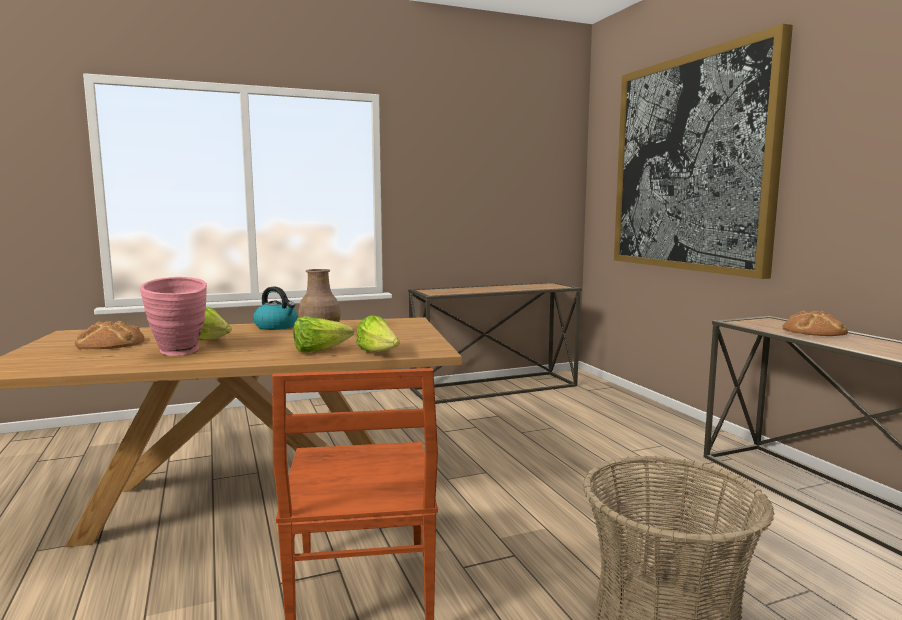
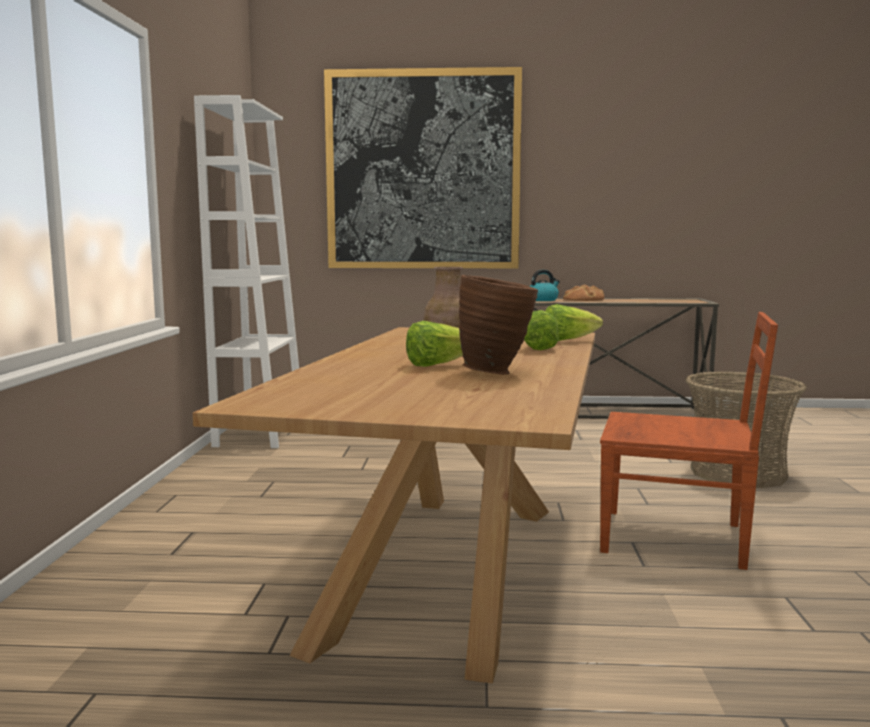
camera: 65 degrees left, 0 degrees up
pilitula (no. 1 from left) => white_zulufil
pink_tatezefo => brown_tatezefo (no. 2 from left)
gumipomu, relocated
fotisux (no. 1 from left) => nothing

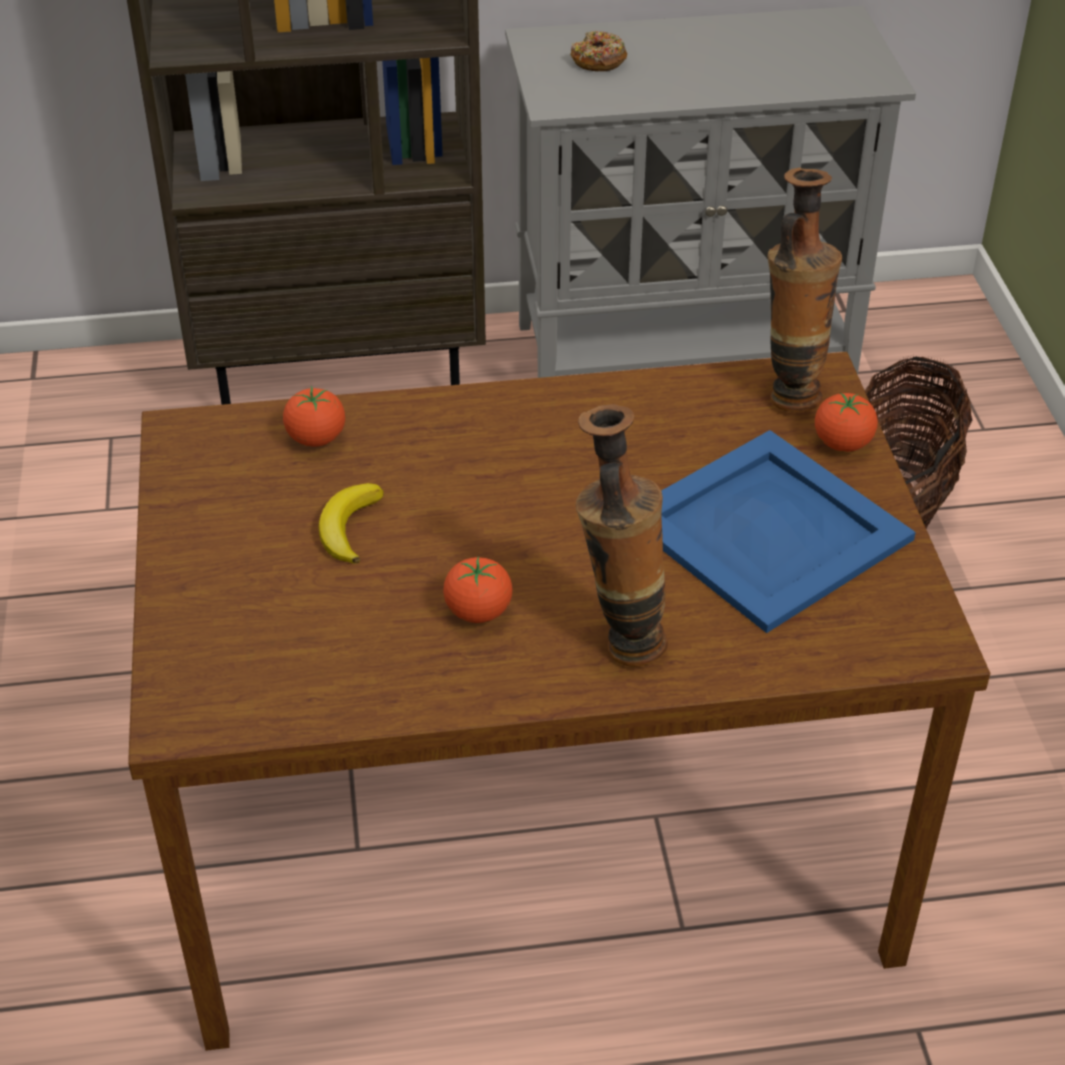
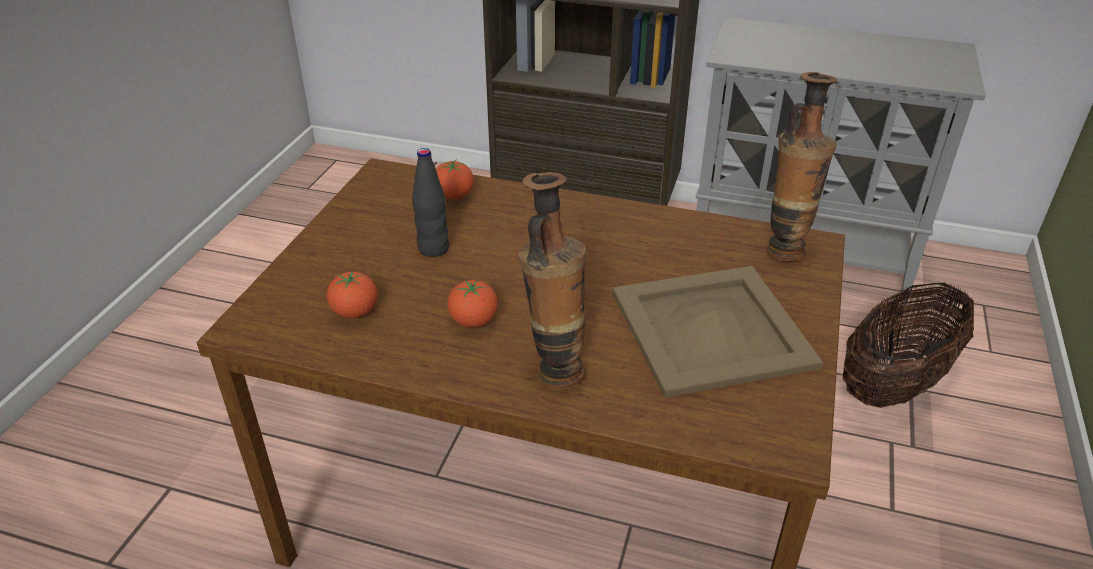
camera: 25 degrees right, 5 degrees down
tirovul (no. 3 from left in the first image) => tirovul (no. 1 from left), relocated
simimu => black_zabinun
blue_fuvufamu => beige_fuvufamu
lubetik => nothing

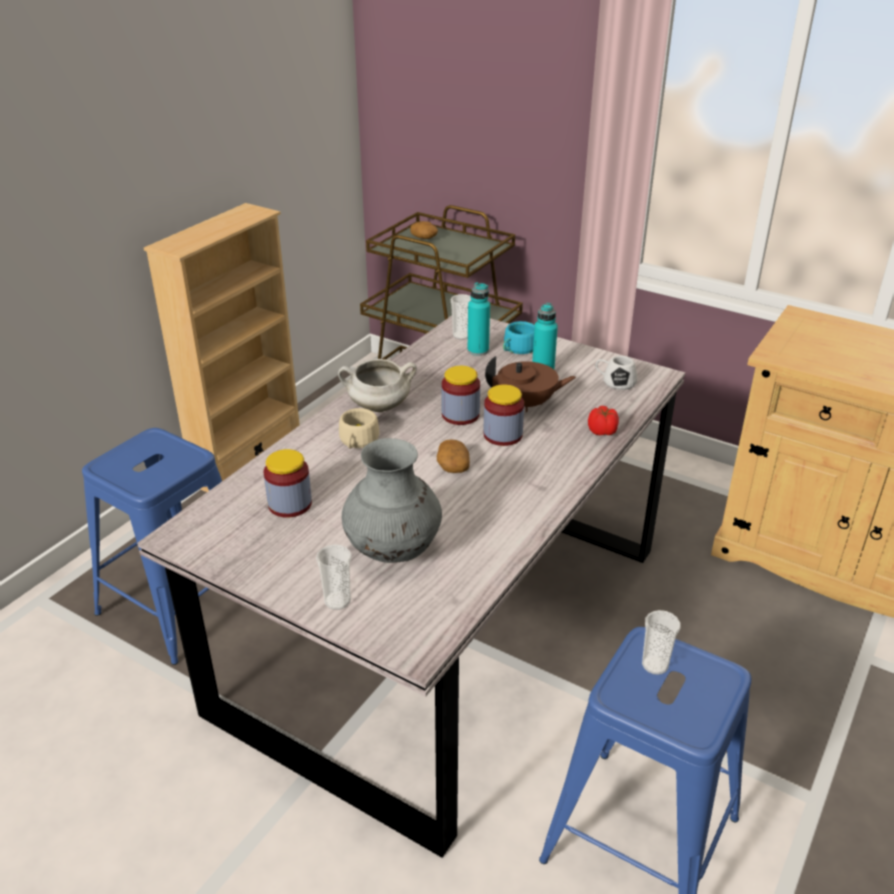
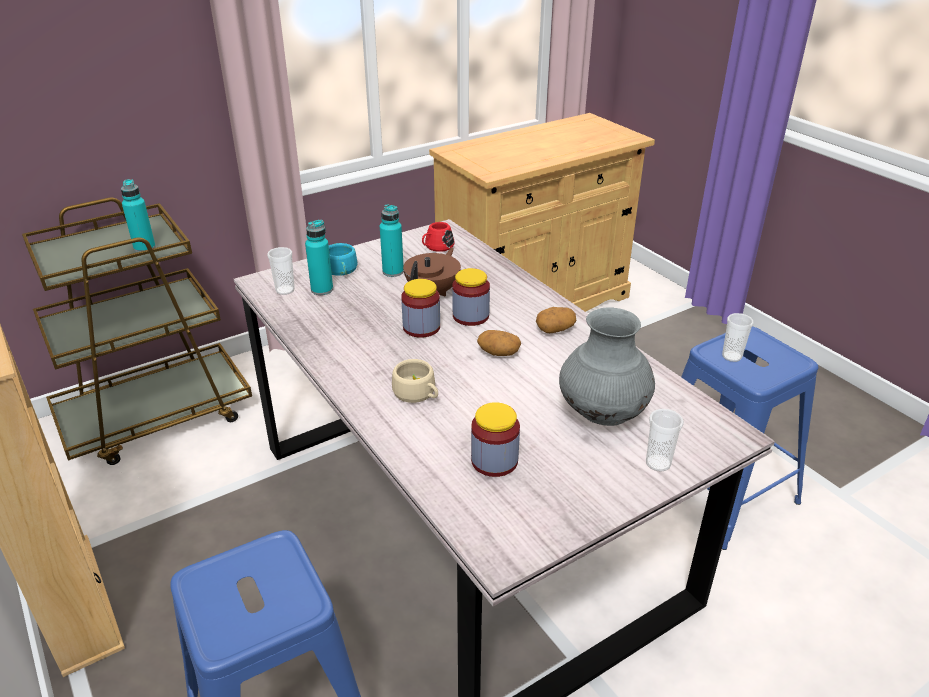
camera: 65 degrees left, 0 degrees up
nothing => turquoise_zabinun (no. 1 from left)
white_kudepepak => red_kudepepak
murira (no. 1 from left in the first image) => murira (no. 2 from left), relocated
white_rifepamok => nothing
tirovul => nothing

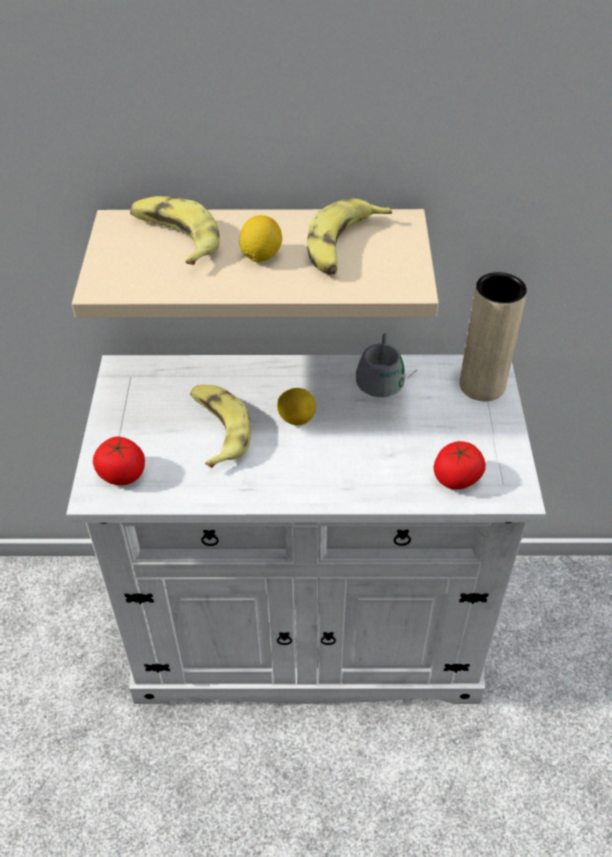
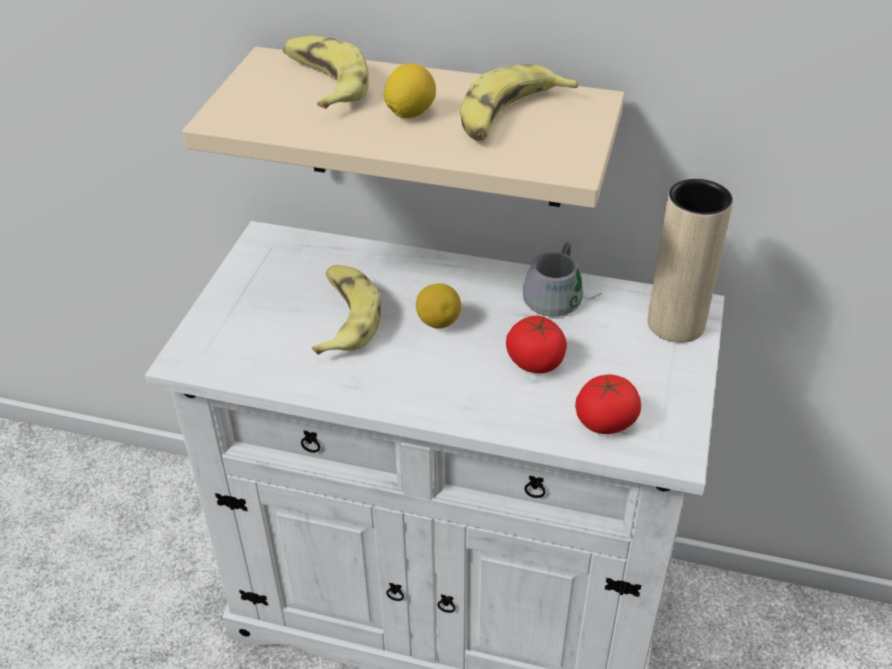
camera: 15 degrees right, 5 degrees down
tirovul (no. 1 from left), relocated

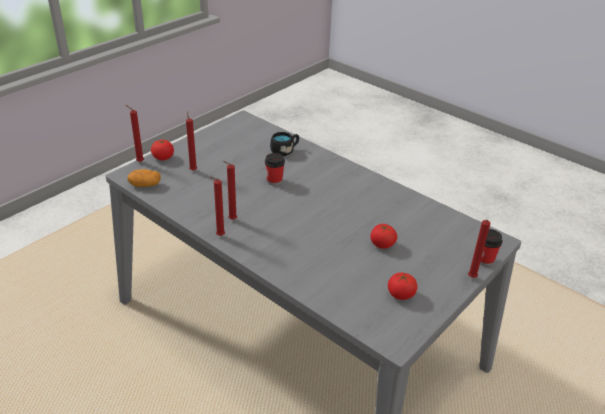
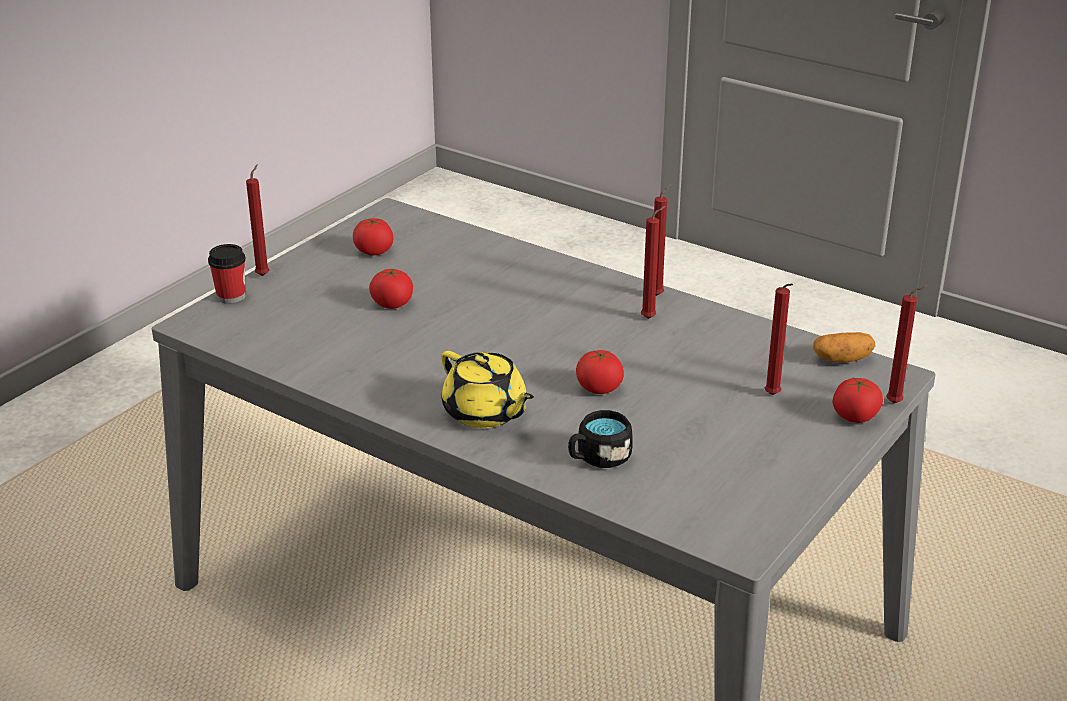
camera: 175 degrees right, 5 degrees down
nothing => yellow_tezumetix
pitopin (no. 1 from left) => tirovul (no. 3 from left)

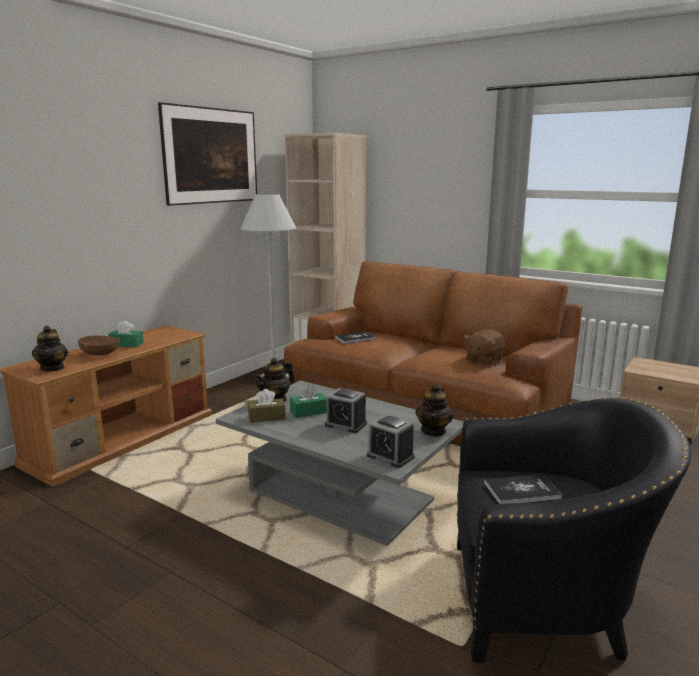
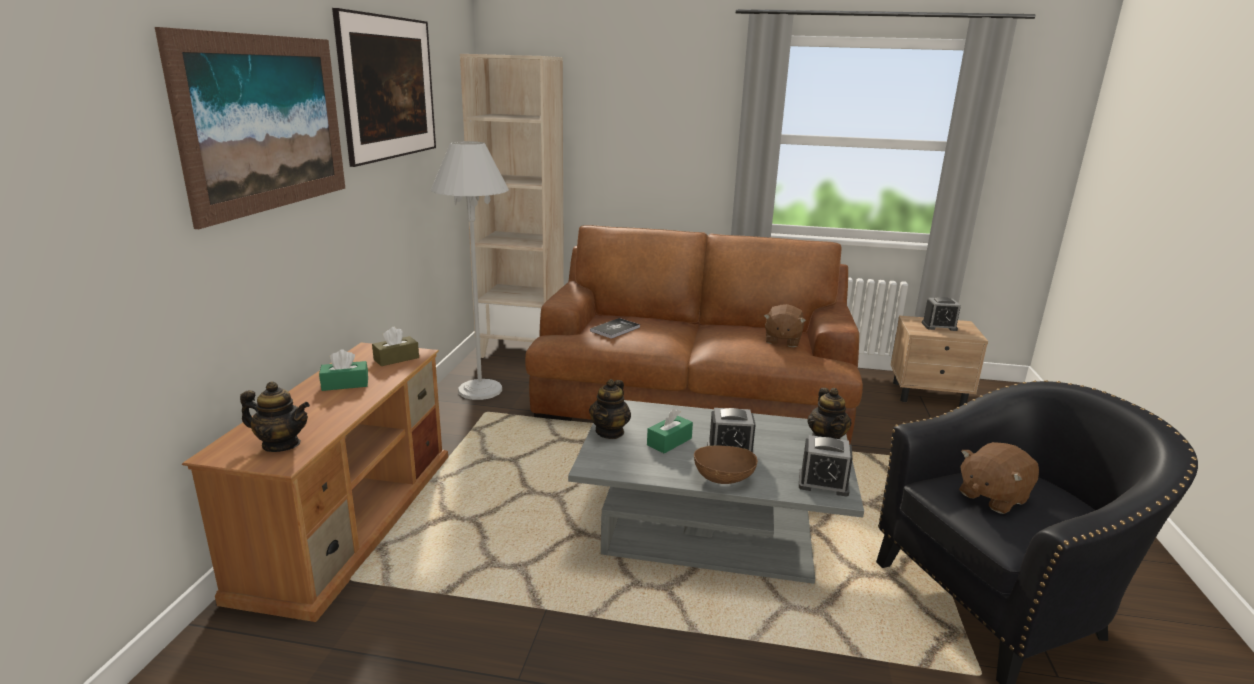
camera: 25 degrees left, 5 degrees up
nothing => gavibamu (no. 1 from left)
tezumetix (no. 1 from left), 45 degrees counterclockwise
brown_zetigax, relocated
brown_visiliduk, relocated
nothing => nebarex (no. 3 from left)
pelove (no. 2 from left) => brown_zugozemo (no. 2 from left)

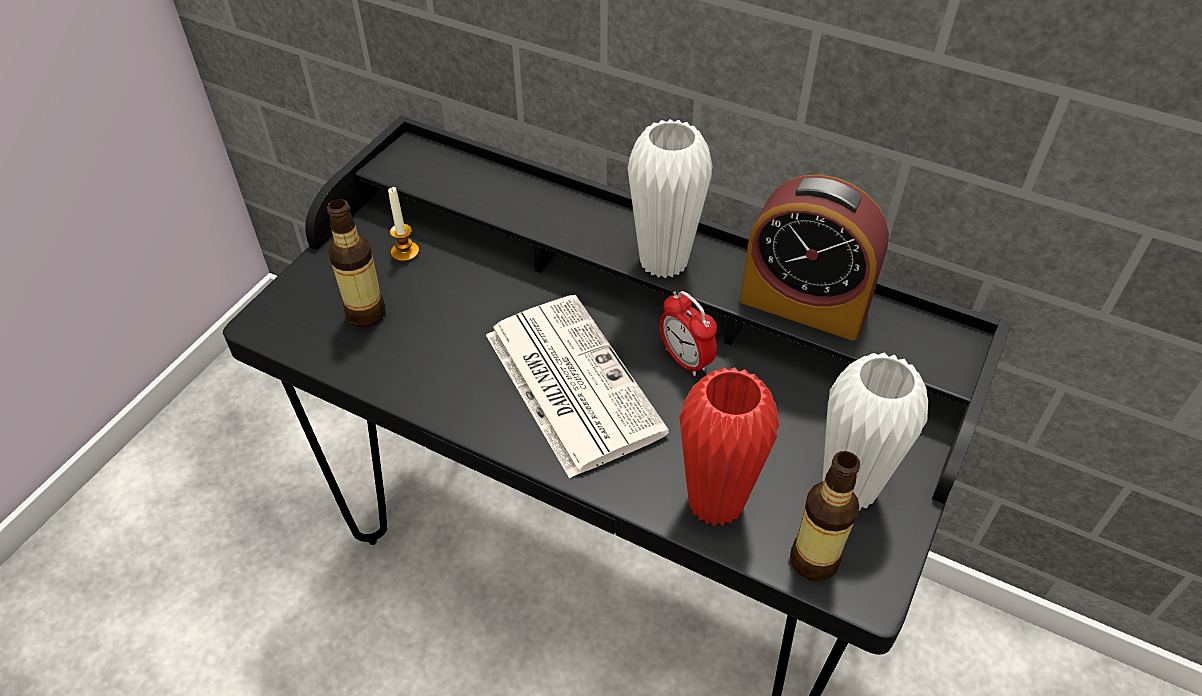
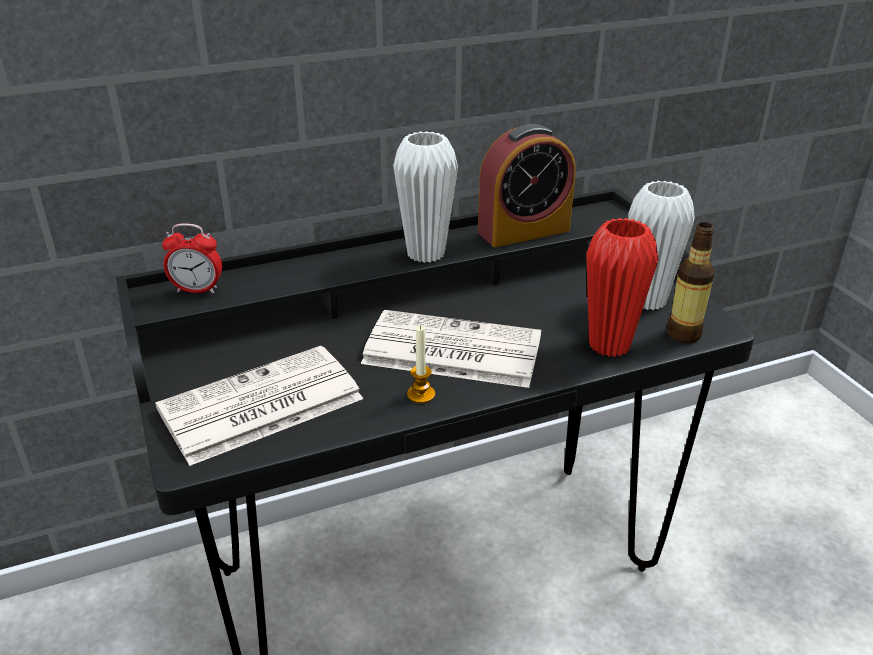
camera: 50 degrees left, 15 degrees down
zabinun (no. 1 from left) => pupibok (no. 1 from left)
nebarex (no. 1 from left), relocated
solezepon, relocated

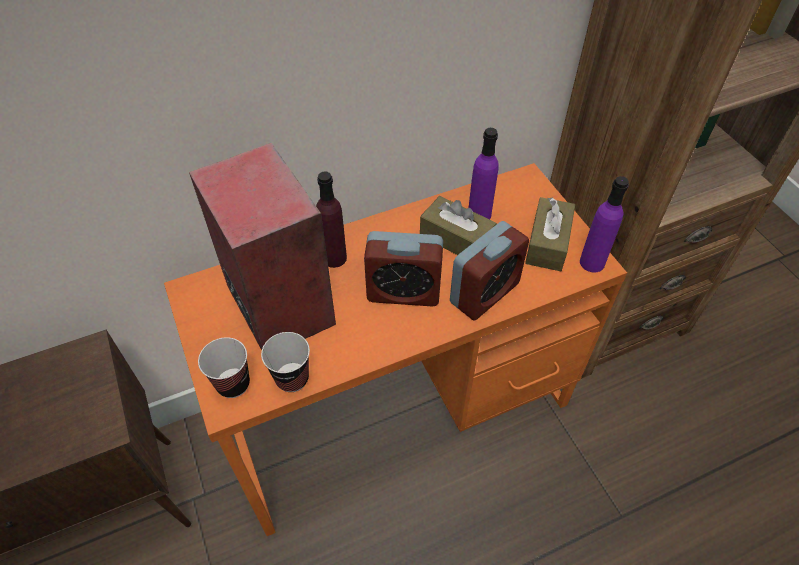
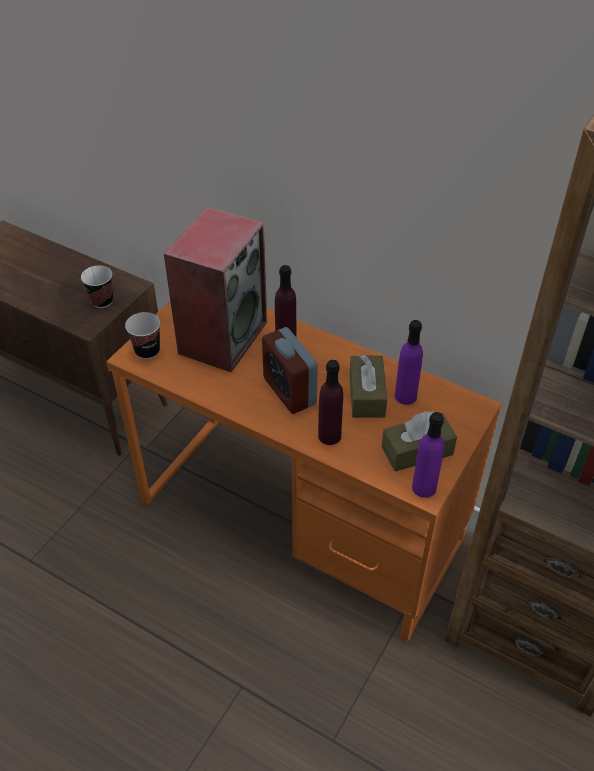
camera: 55 degrees right, 5 degrees down
pitopin (no. 2 from left in the first image) => pitopin (no. 1 from left), relocated
nebarex (no. 2 from left) => purple_zabinun (no. 2 from left)

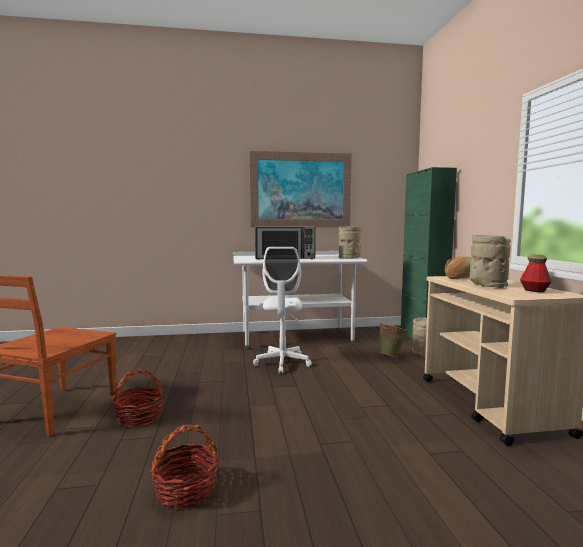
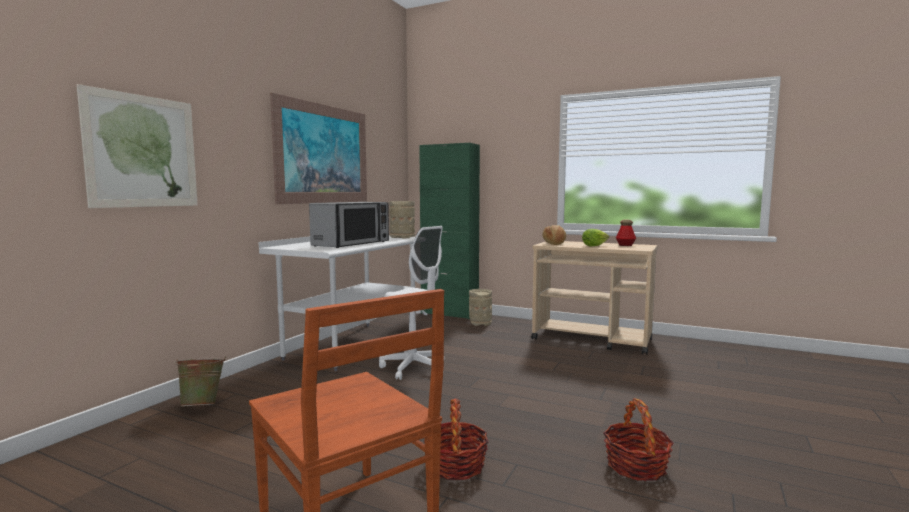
camera: 55 degrees left, 0 degrees up
nothing => gavibamu (no. 1 from left)
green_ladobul, relocated
beige_tatezefo (no. 3 from left) => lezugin

